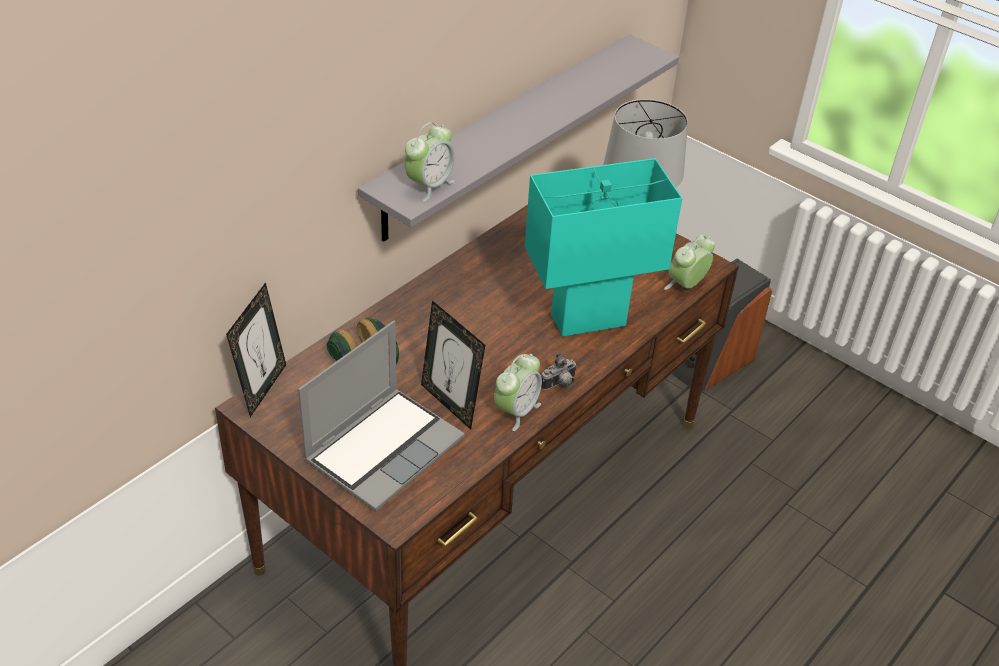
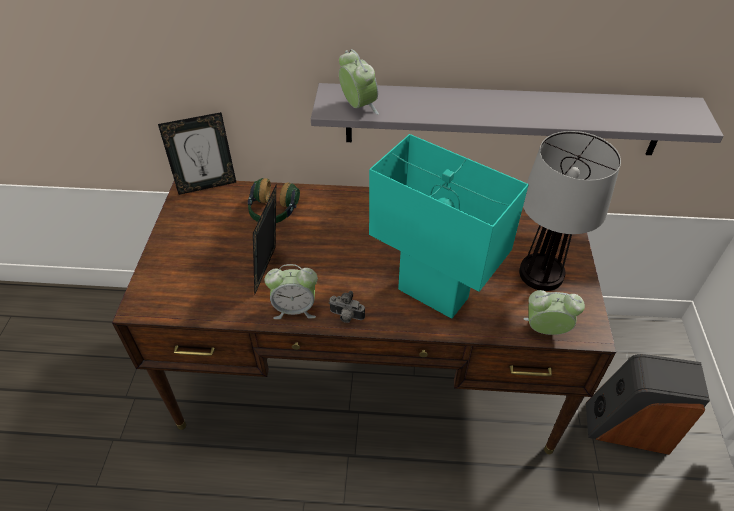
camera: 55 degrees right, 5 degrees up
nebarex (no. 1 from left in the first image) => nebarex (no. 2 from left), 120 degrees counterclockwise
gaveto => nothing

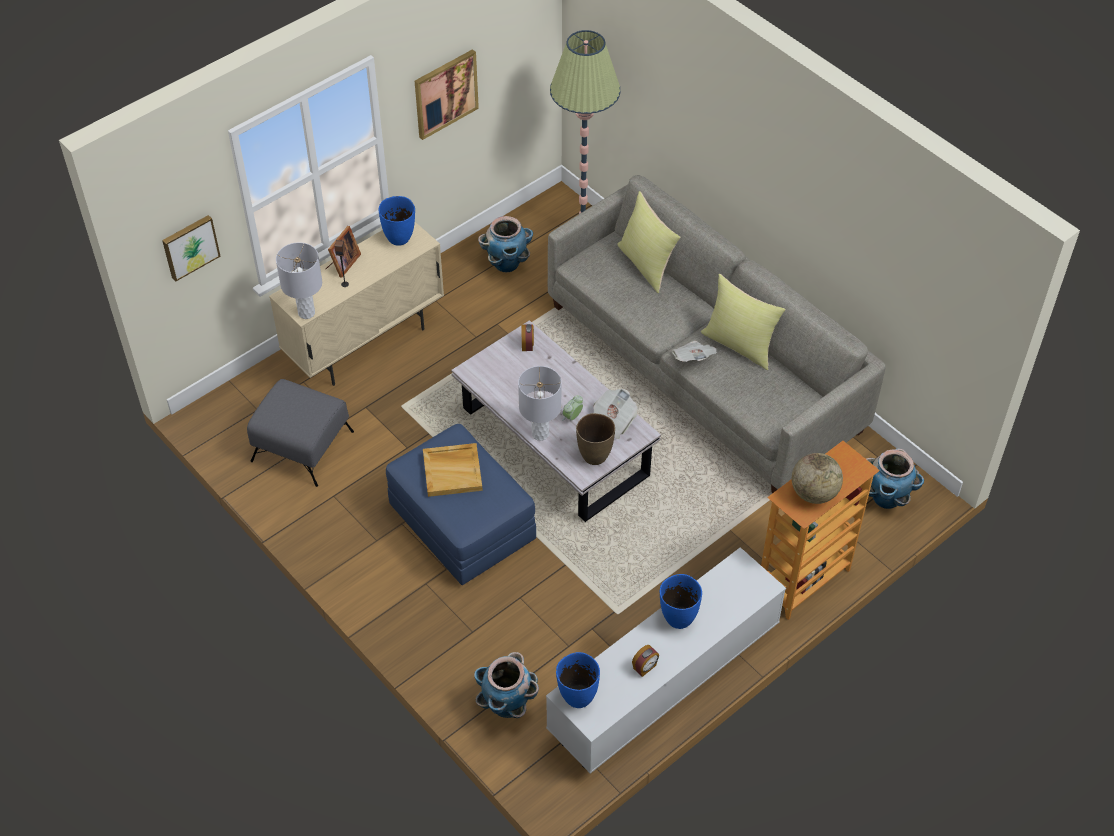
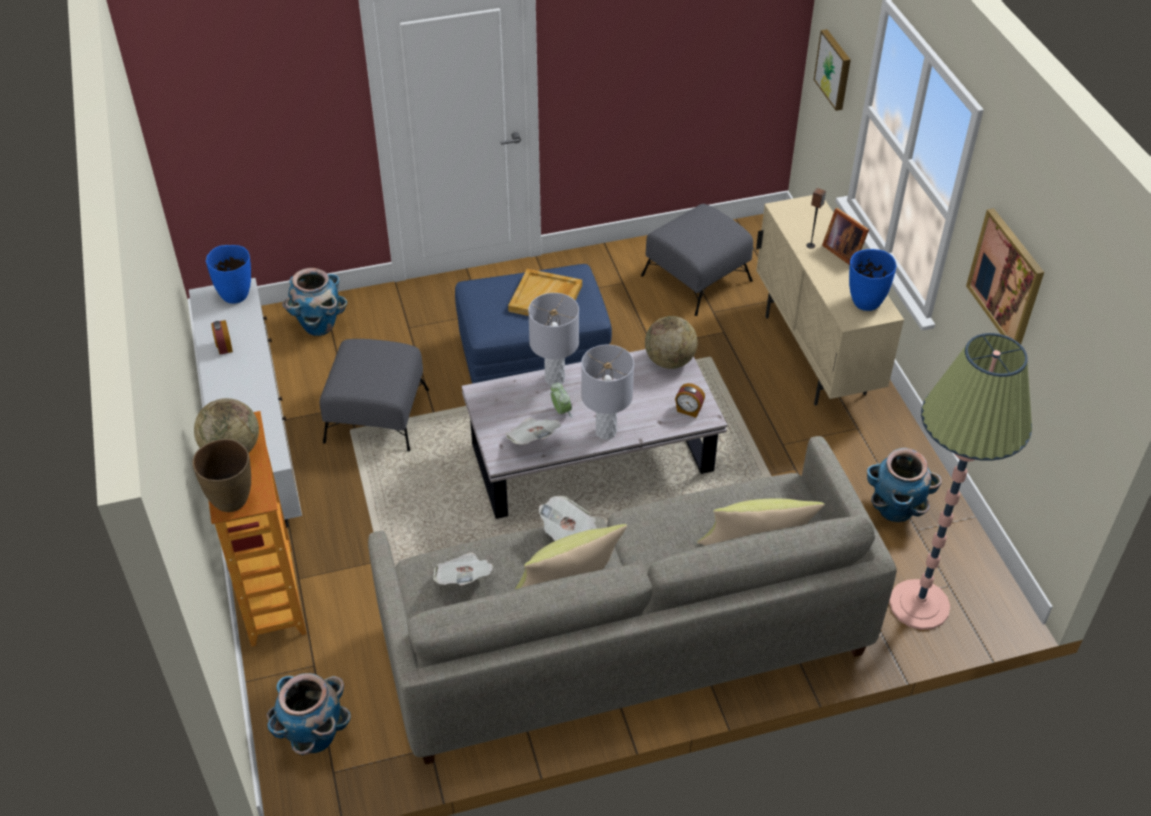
camera: 115 degrees right, 5 degrees down
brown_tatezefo, relocated
nothing => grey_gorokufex (no. 1 from left)
nothing => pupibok (no. 1 from left)
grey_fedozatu (no. 1 from left in the first image) => grey_fedozatu (no. 2 from left), relocated
nothing => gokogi (no. 2 from left)
blue_tatezefo (no. 3 from left) => nothing

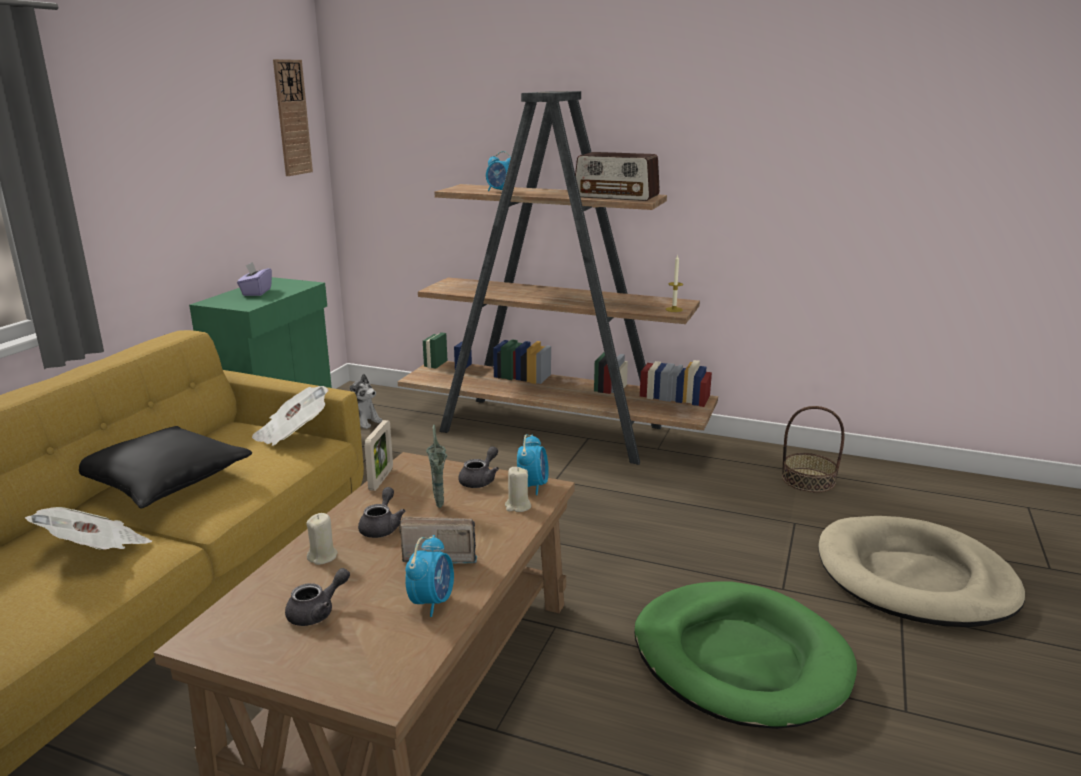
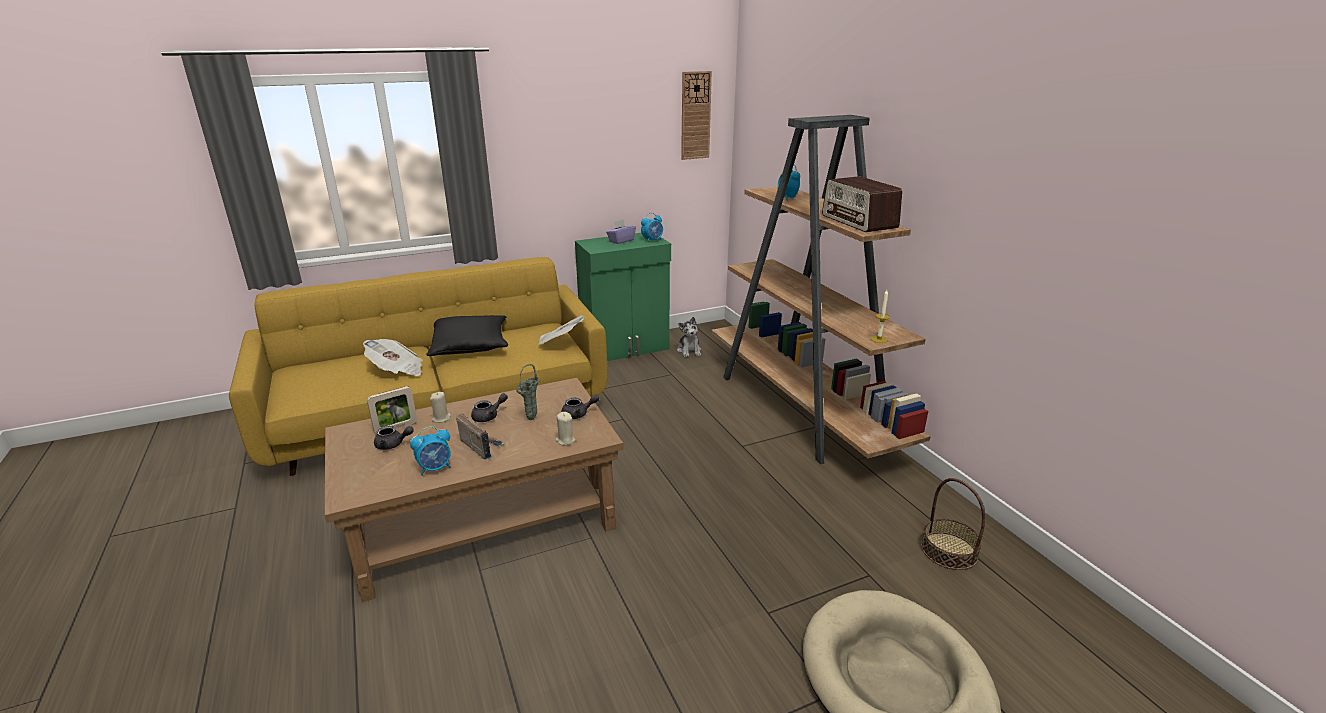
camera: 45 degrees right, 5 degrees up
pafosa, relocated
nebarex (no. 3 from left in the first image) => nebarex (no. 2 from left), relocated
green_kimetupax => nothing

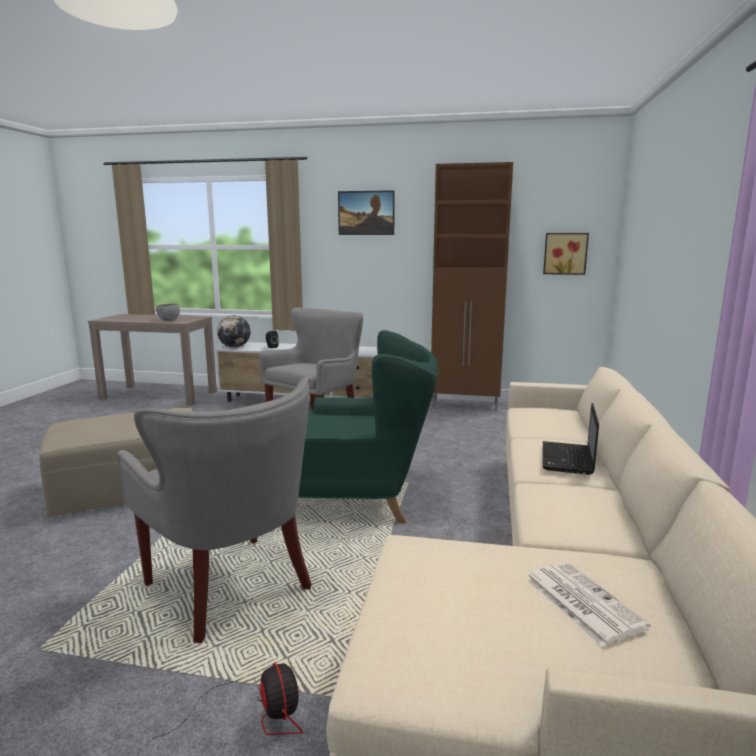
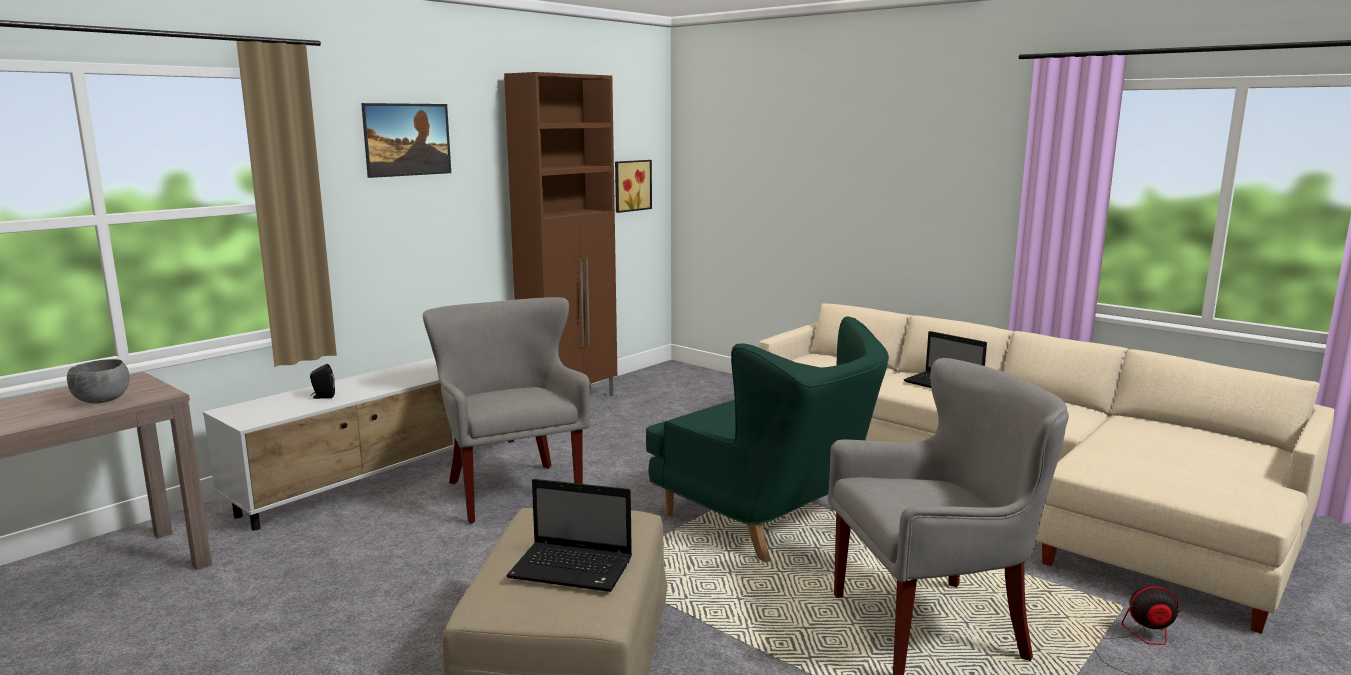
camera: 60 degrees left, 0 degrees up
nothing => gaveto (no. 1 from left)
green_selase, 105 degrees clockwise
gokogi => nothing
pupibok => nothing

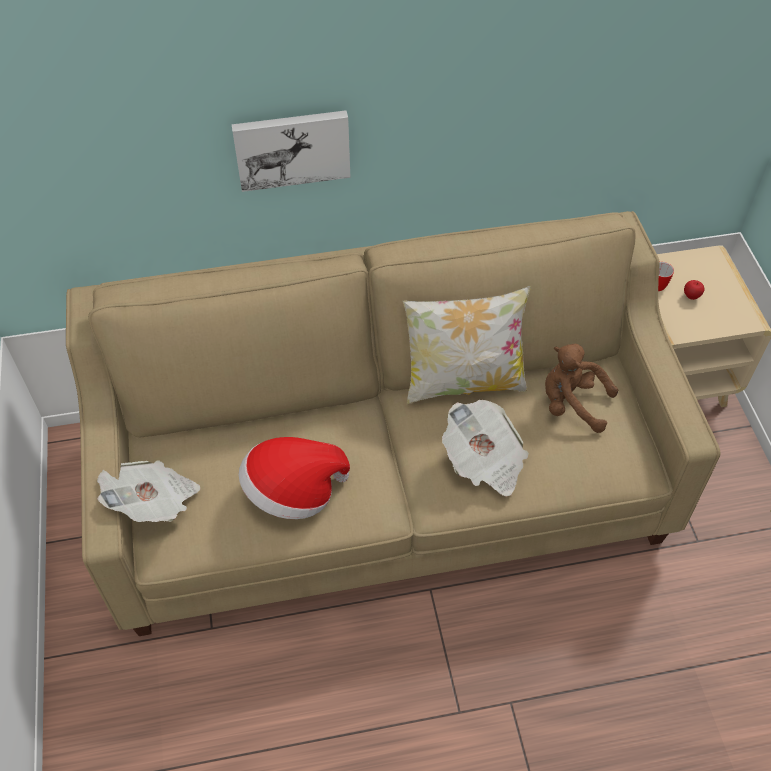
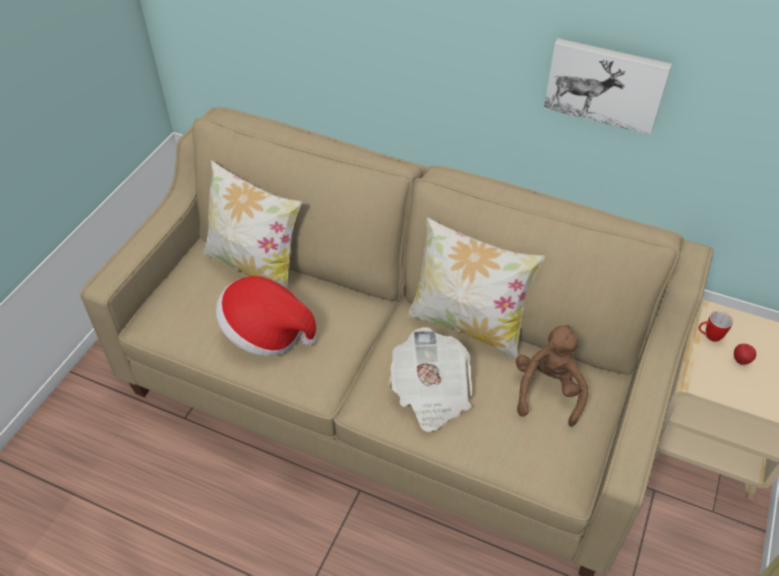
camera: 35 degrees right, 5 degrees down
nothing => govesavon (no. 1 from left)
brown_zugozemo, 45 degrees clockwise
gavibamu, relocated
pupibok (no. 1 from left) => nothing

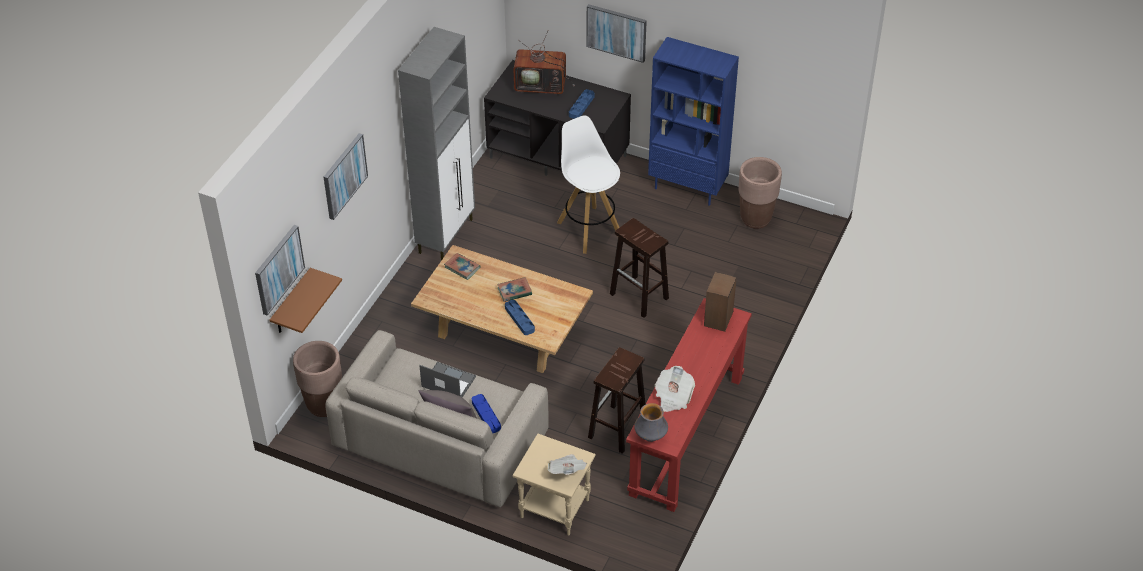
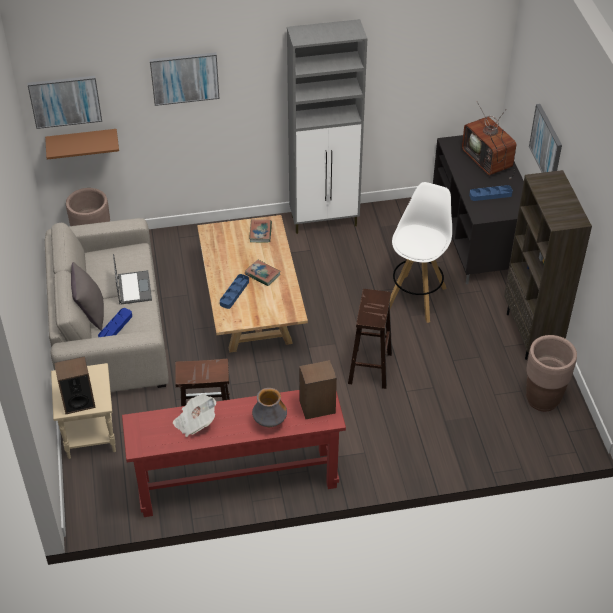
camera: 55 degrees right, 0 degrees up
pupibok (no. 1 from left) => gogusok (no. 1 from left)
tatezefo, relocated
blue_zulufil => brown_zulufil

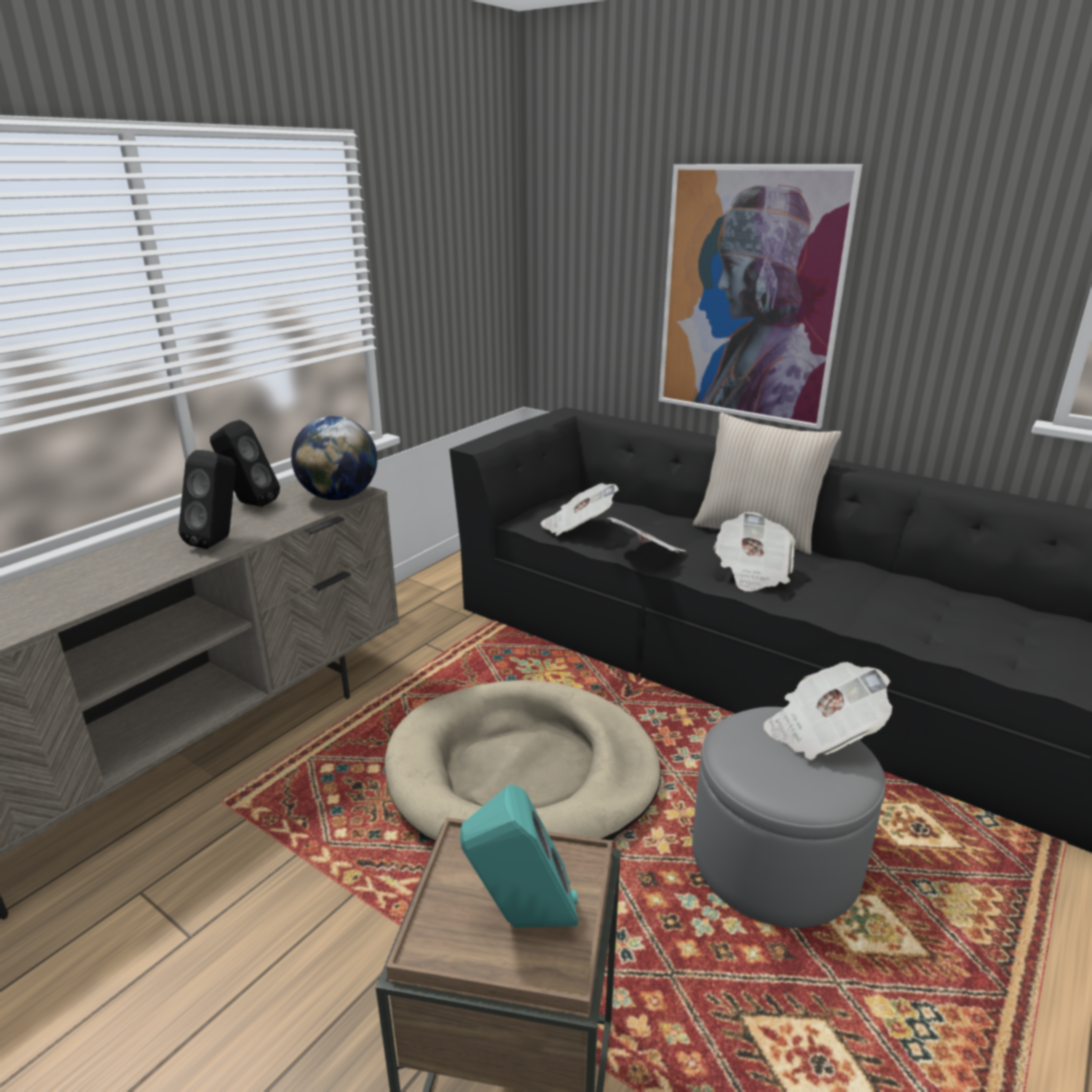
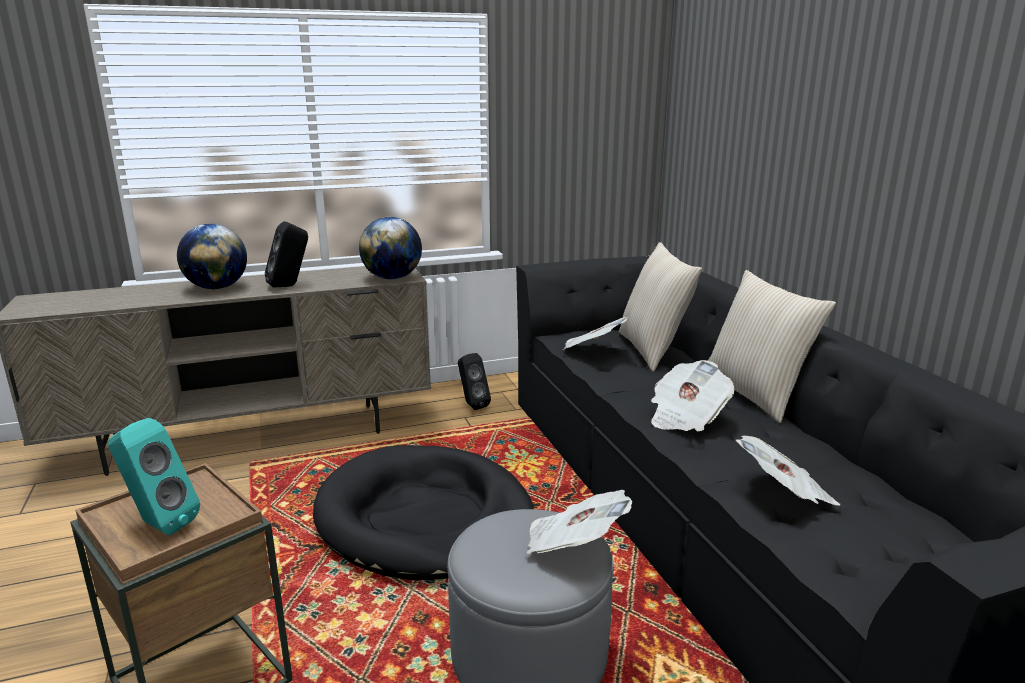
camera: 35 degrees right, 5 degrees down
nothing => gokogi (no. 1 from left)
beige_kimetupax => black_kimetupax
black_gogusok (no. 2 from left), relocated
nothing => beige_govesavon (no. 1 from left)
pupibok (no. 2 from left in the first image) => pupibok (no. 4 from left), relocated
gavibamu => nothing

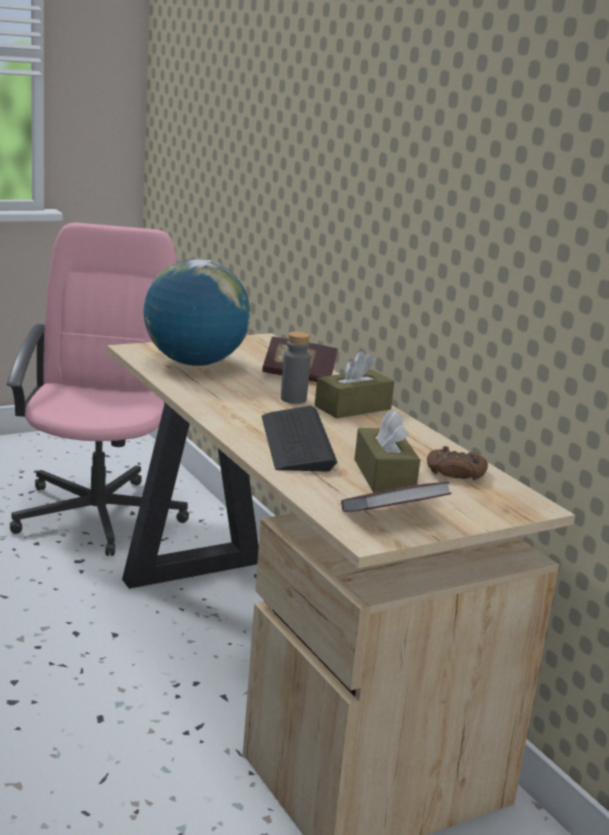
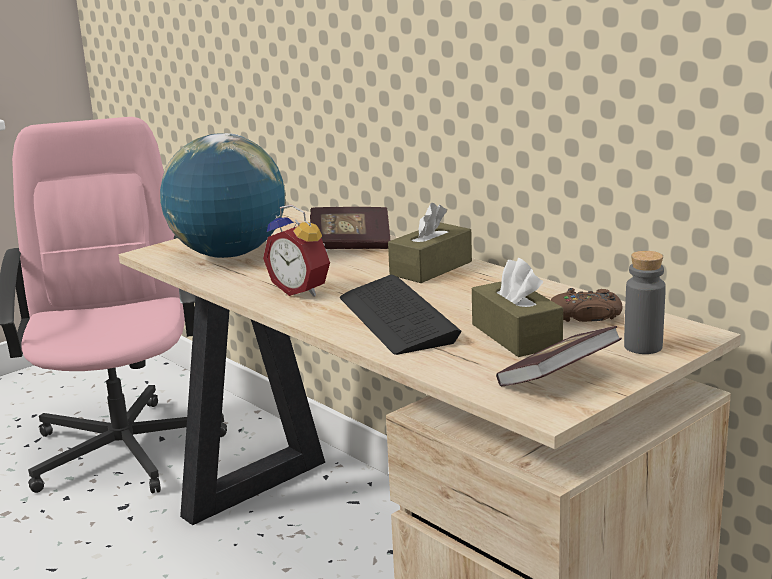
camera: 10 degrees left, 0 degrees up
nothing => nebarex
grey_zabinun, relocated

